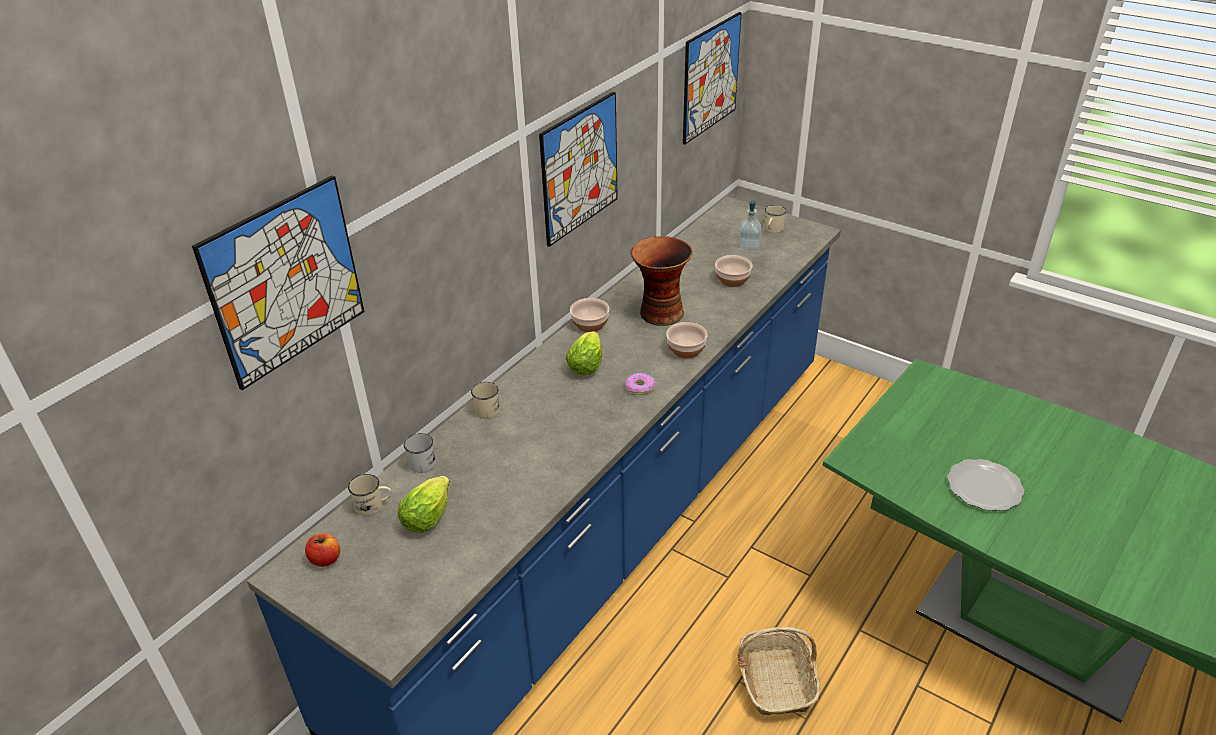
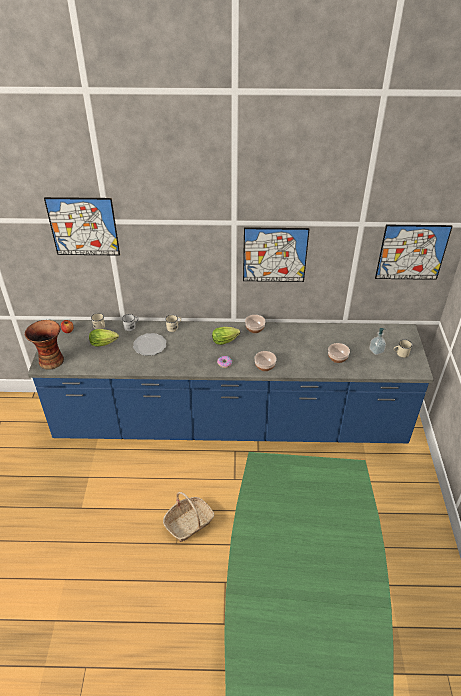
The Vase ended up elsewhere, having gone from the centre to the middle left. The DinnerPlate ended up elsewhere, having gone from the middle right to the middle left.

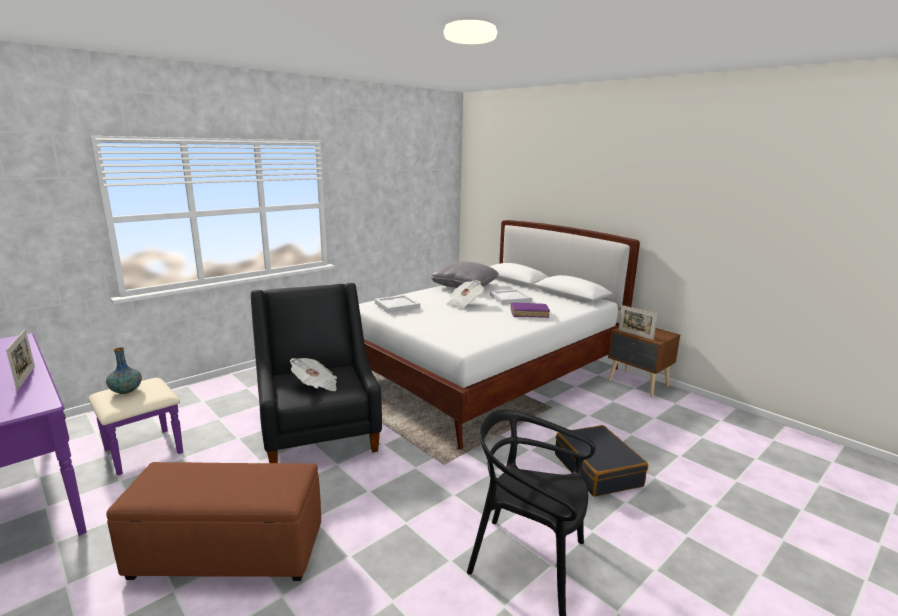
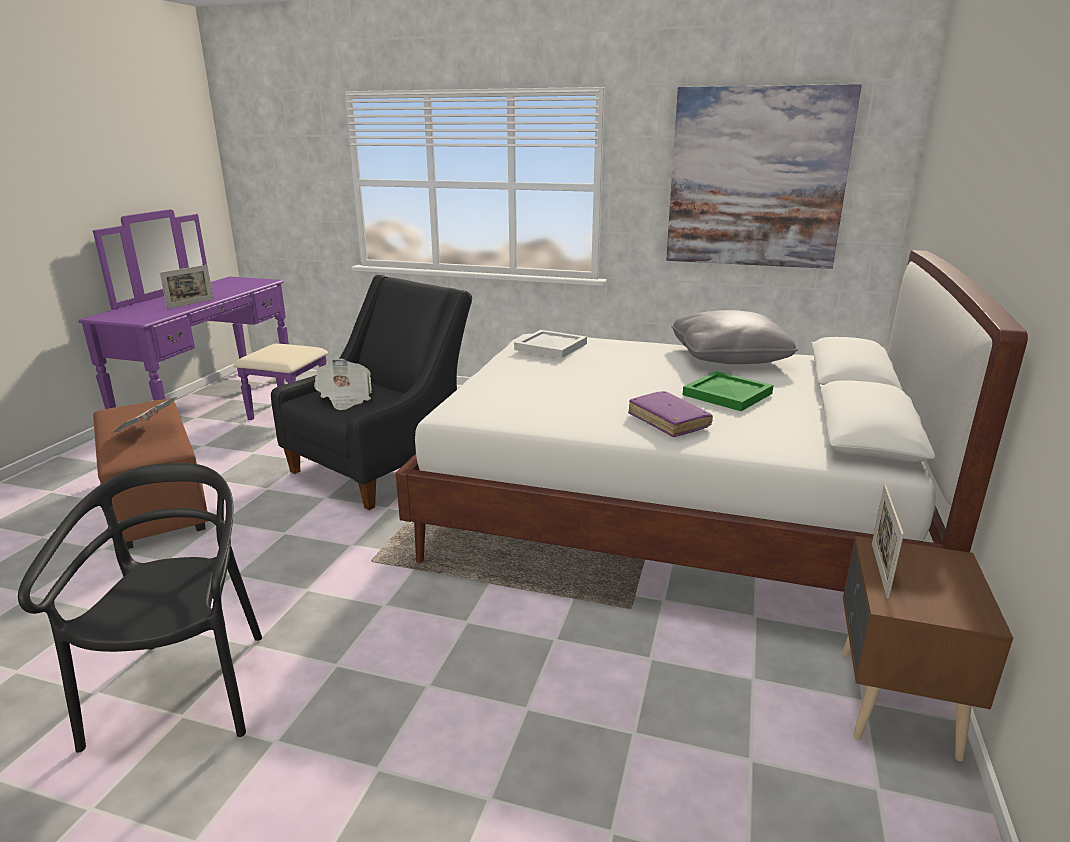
The DailyPaper (no. 2 from left in the first image) ended up elsewhere, having gone from the centre to the middle left. The second view gained the WallArt at the top right. What was the WhiteTray (no. 2 from left) at the centre turned into the GreenTray at the middle right. The second view lost the Vase at the middle left. The second view lost the BlackishTravelCase at the bottom right.

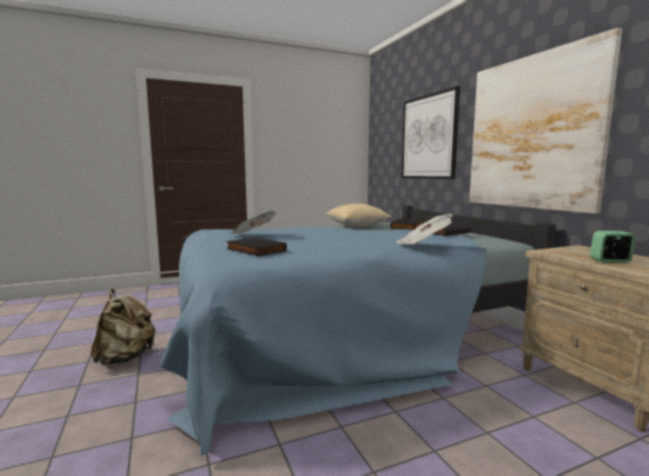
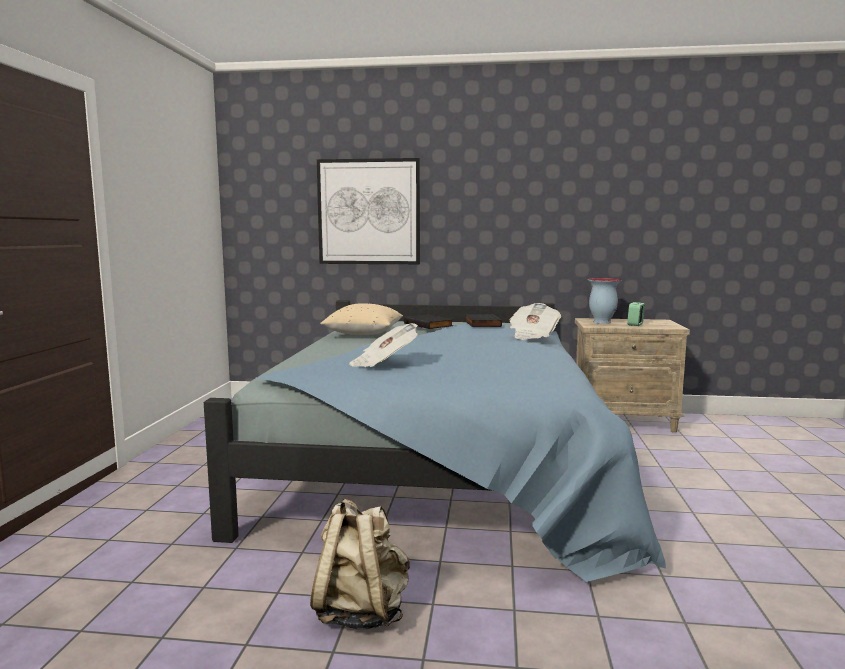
The second view gained the Vase at the middle right. The second view lost the BlackishVolume (no. 1 from left) at the centre. The second view lost the WallArt (no. 2 from left) at the top right.

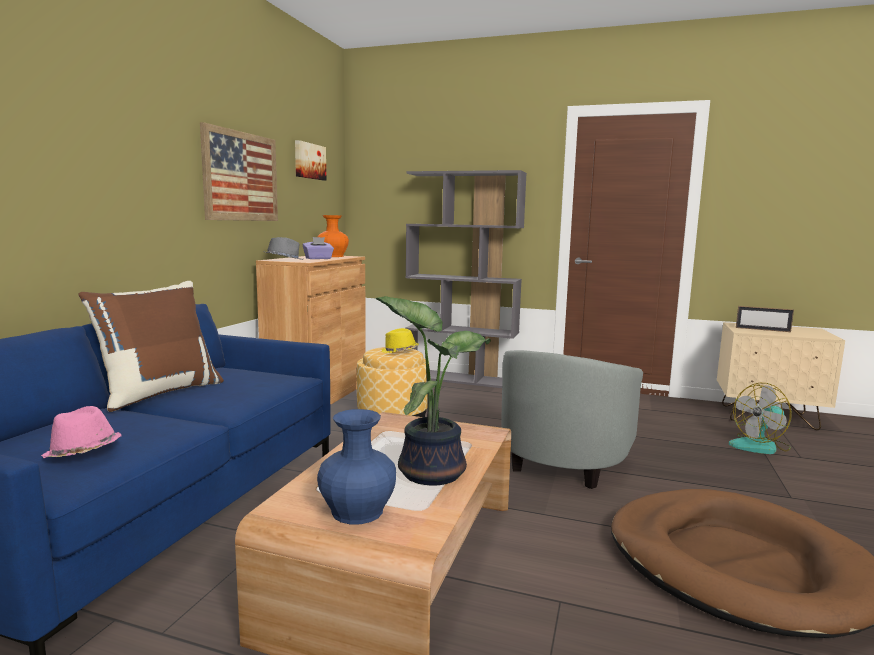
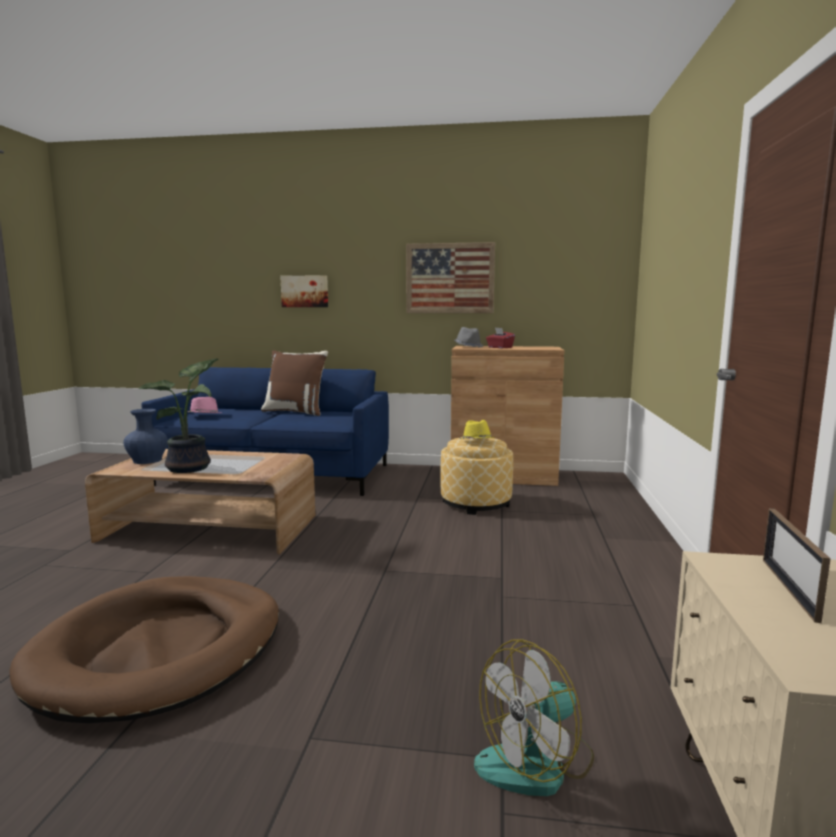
The WallArt (no. 2 from left in the first image) ended up elsewhere, having gone from the top centre to the centre. The ElectricFan at the middle right ended up facing another way, 90 degrees counterclockwise from before. What was the PurplishTissueHolder at the centre turned into the RedColouredTissueHolder at the centre. The second view lost the OrangeVase at the centre. The second view lost the GreyBookshelf at the centre. The second view lost the GreyArmchair at the centre.

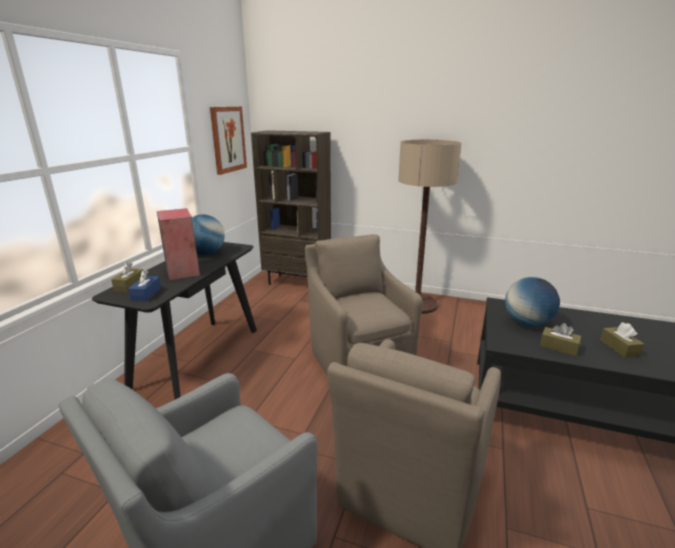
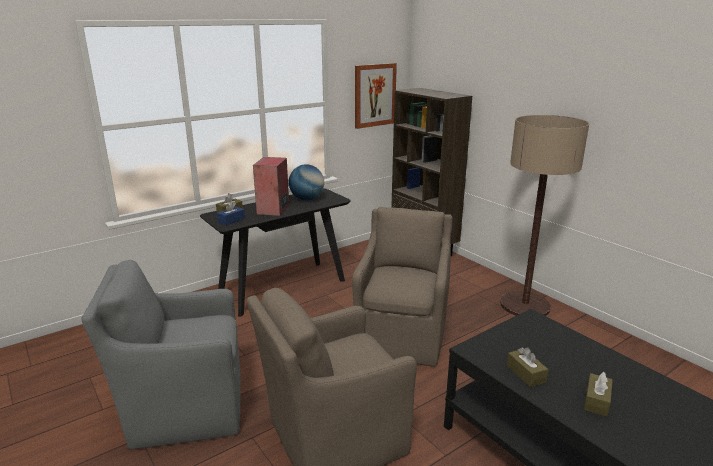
The second view lost the Globe (no. 2 from left) at the middle right.

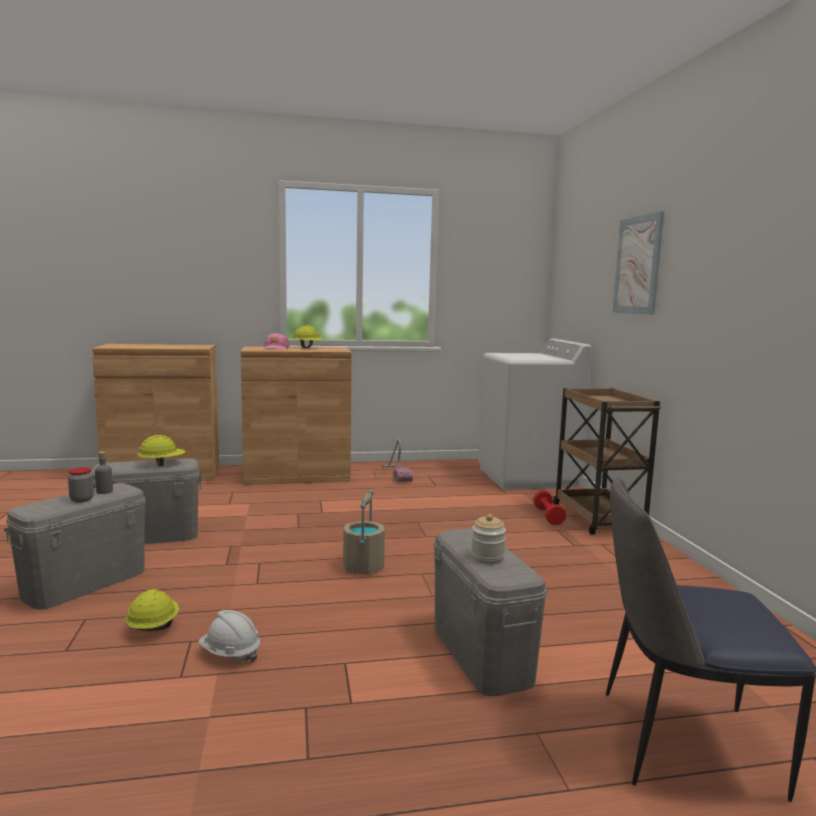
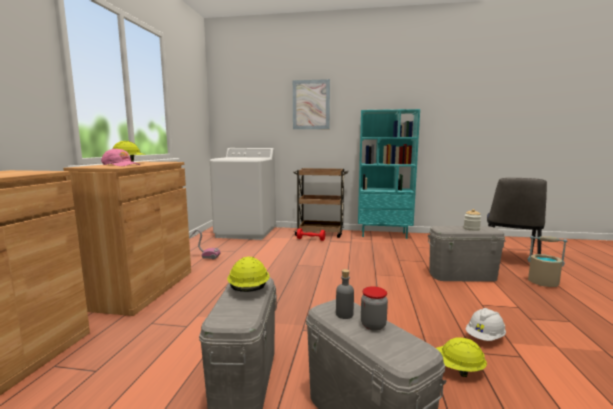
The second view gained the TurquoiseColouredBookshelf at the centre. The SandColouredPail ended up elsewhere, having gone from the centre to the middle right.

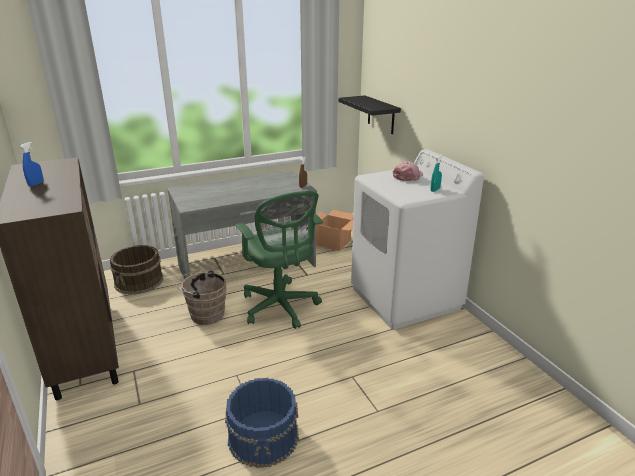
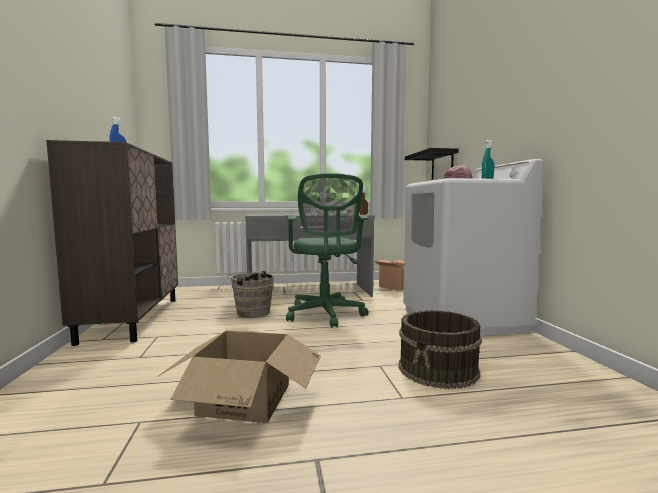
Where the BluishPail stood at the bottom centre, the CardboardBox (no. 1 from left) came to stand at the bottom centre. The BrownPail (no. 1 from left in the first image) ended up elsewhere, having gone from the middle left to the bottom right.

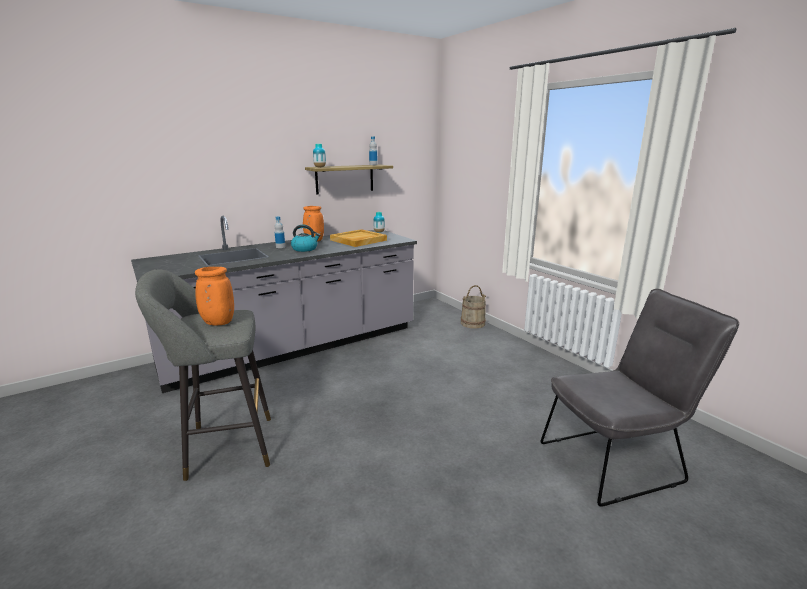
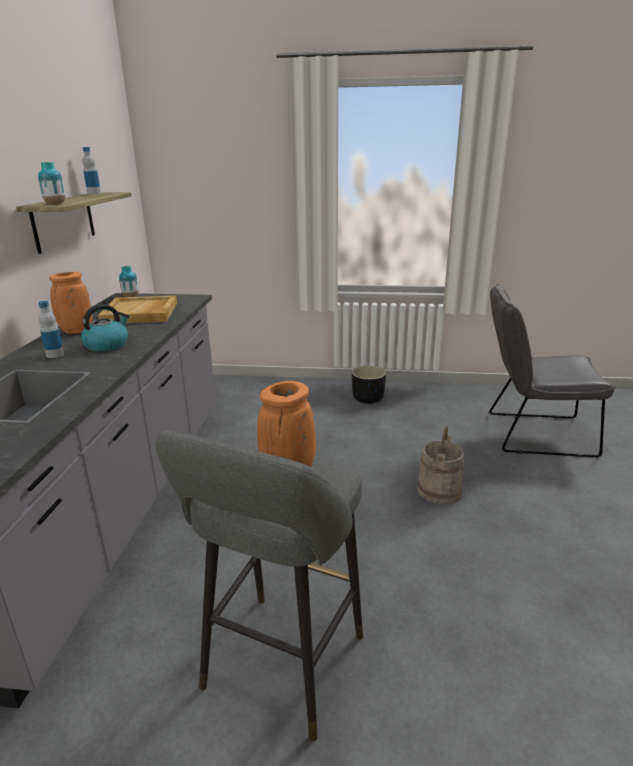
The second view gained the BlackishFlowerPot at the centre. The SandColouredPail ended up elsewhere, having gone from the centre to the middle right. The GreyUprightChair at the bottom right ended up facing another way, 105 degrees counterclockwise from before.

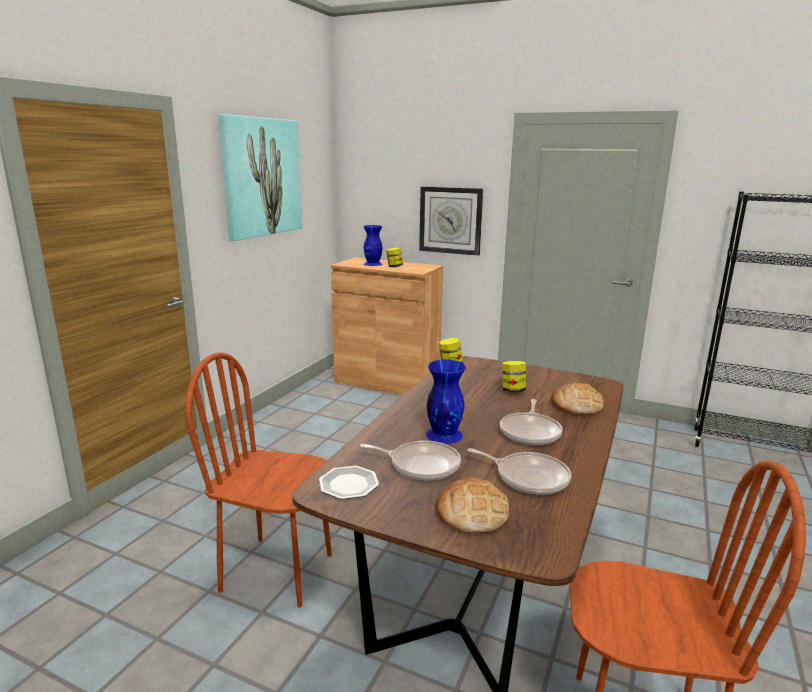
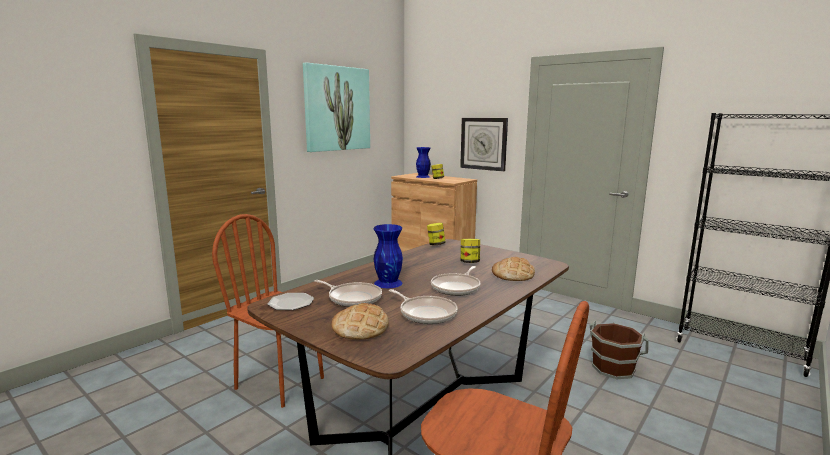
The second view gained the BrownPail at the bottom right.

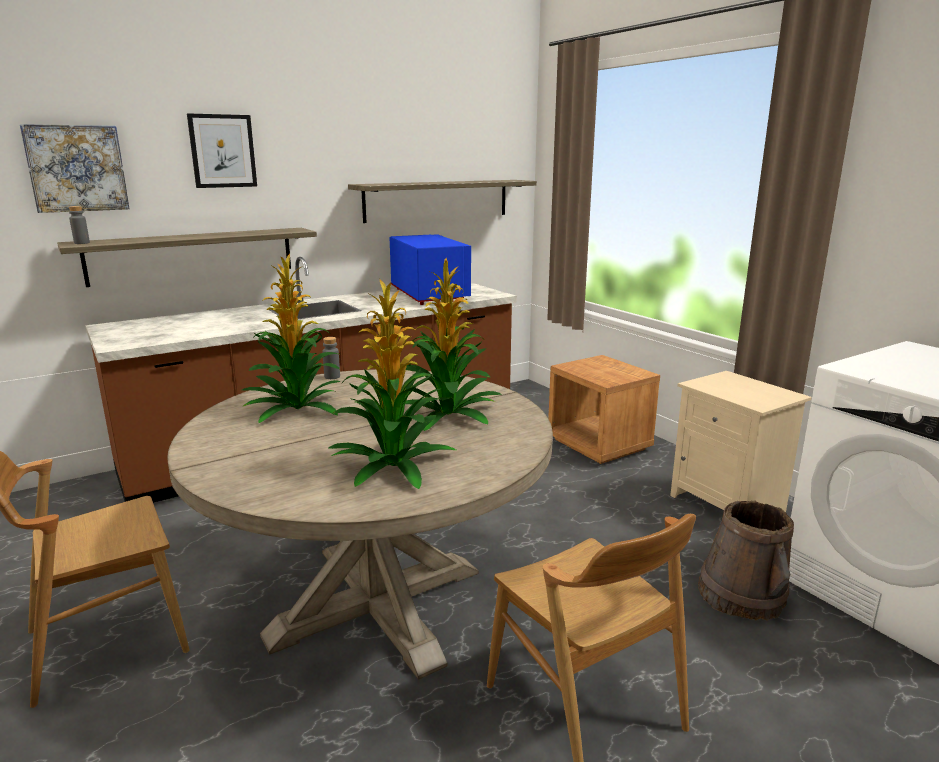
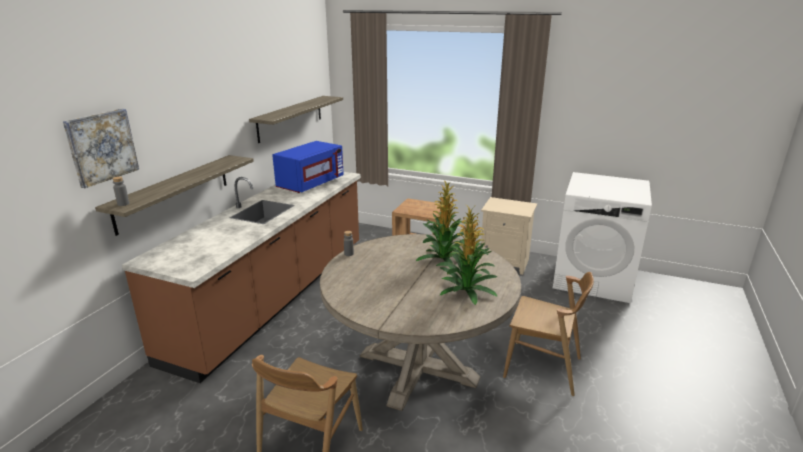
The BluishMicrowaveOven at the centre ended up facing another way, 90 degrees clockwise from before. The second view lost the WallArt (no. 2 from left) at the top left. The second view lost the PlantInAPot (no. 1 from left) at the middle left. The second view lost the BrownPail at the bottom right.

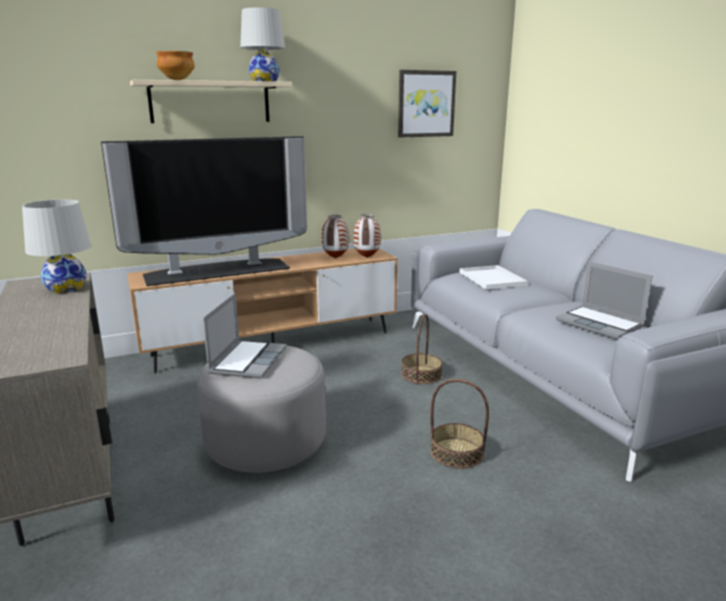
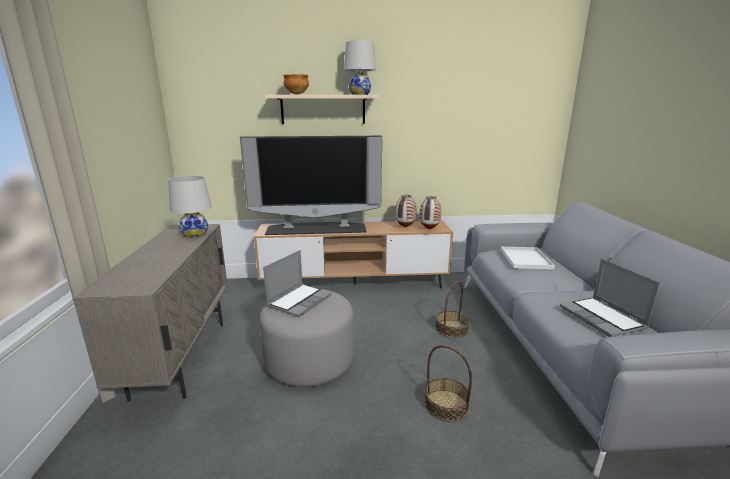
The second view lost the WallArt at the top centre.

